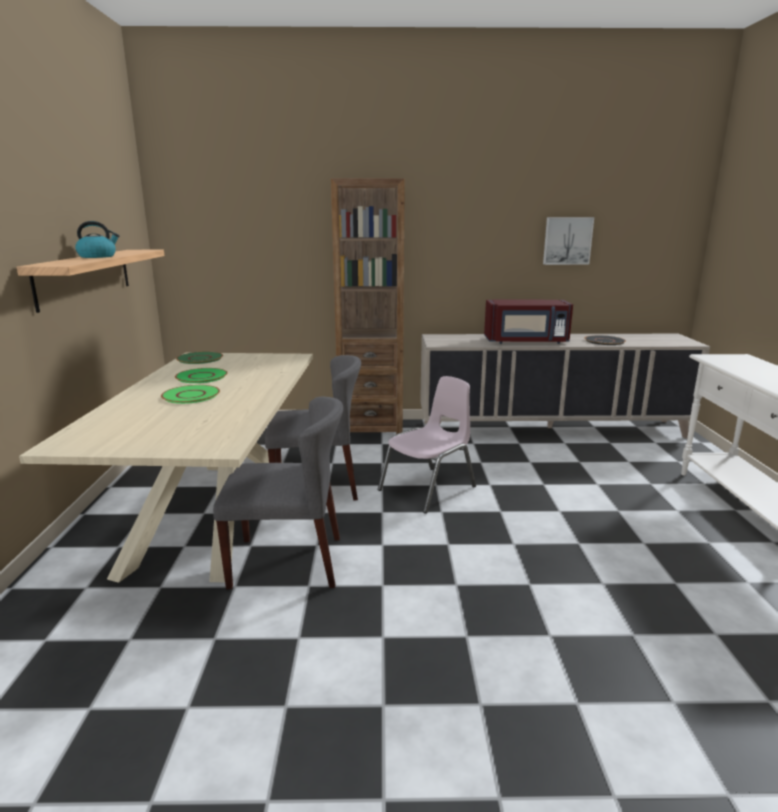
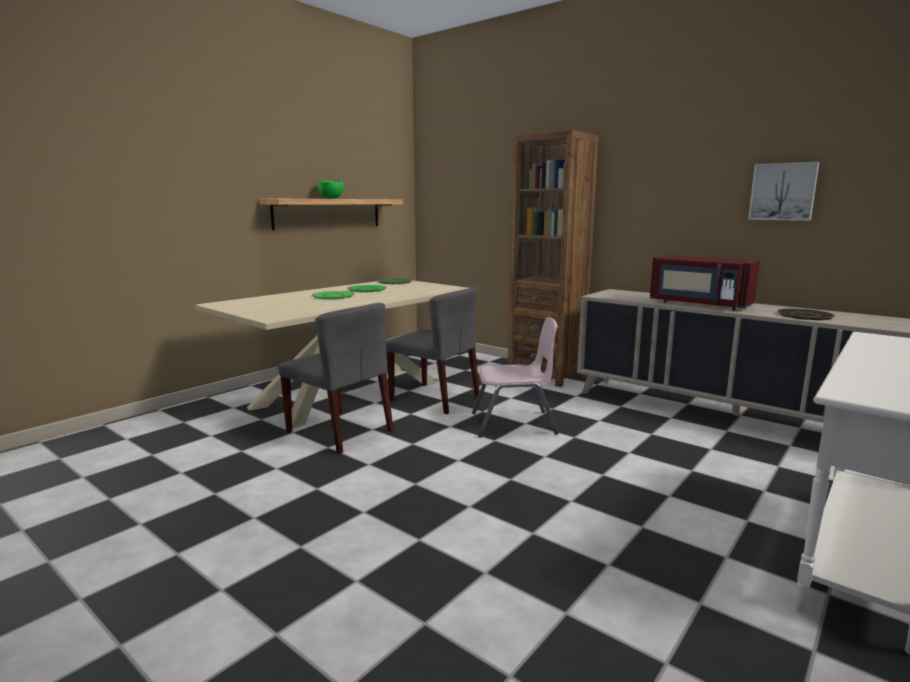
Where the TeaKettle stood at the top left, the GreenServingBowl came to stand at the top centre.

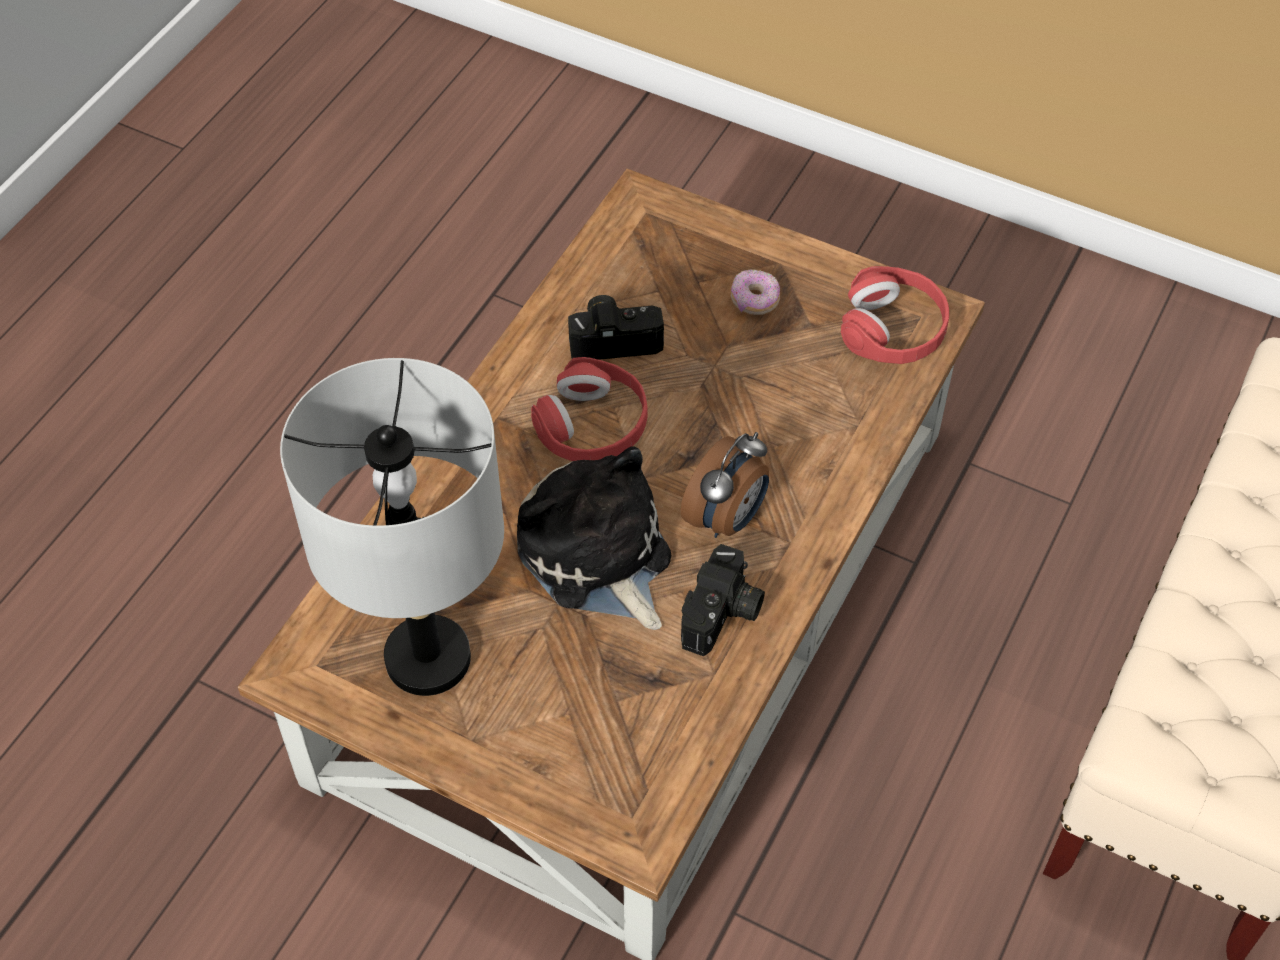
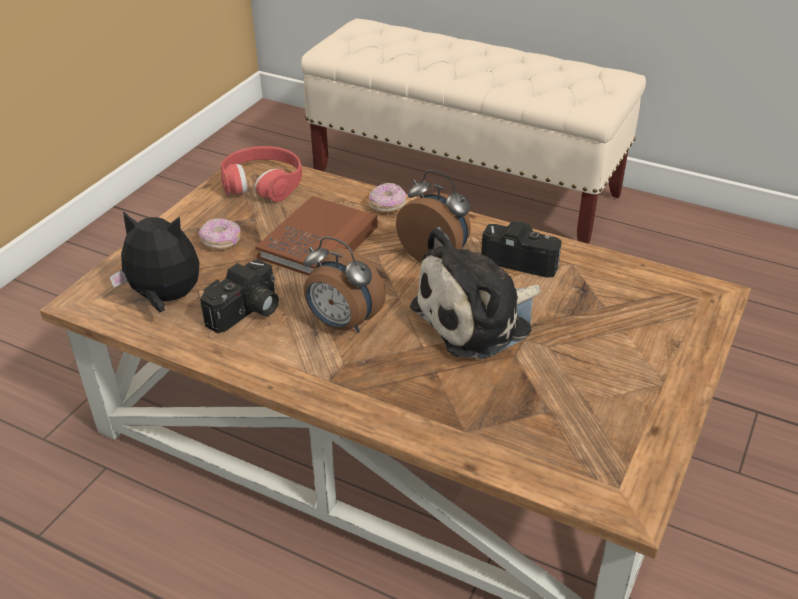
The second view gained the CuddlyToy (no. 1 from left) at the middle left. The PhotoCamera (no. 1 from left) at the centre ended up facing another way, 135 degrees counterclockwise from before. The second view gained the BrownVolume at the centre. Where the RedColouredHeadset (no. 1 from left) stood at the centre, the TableClock (no. 1 from left) came to stand at the centre. The second view gained the Donut (no. 2 from left) at the top centre. The second view lost the GreyTableLamp at the middle left.

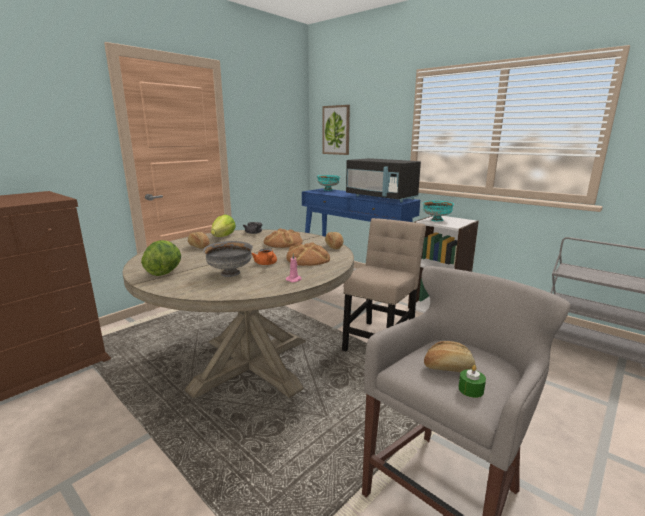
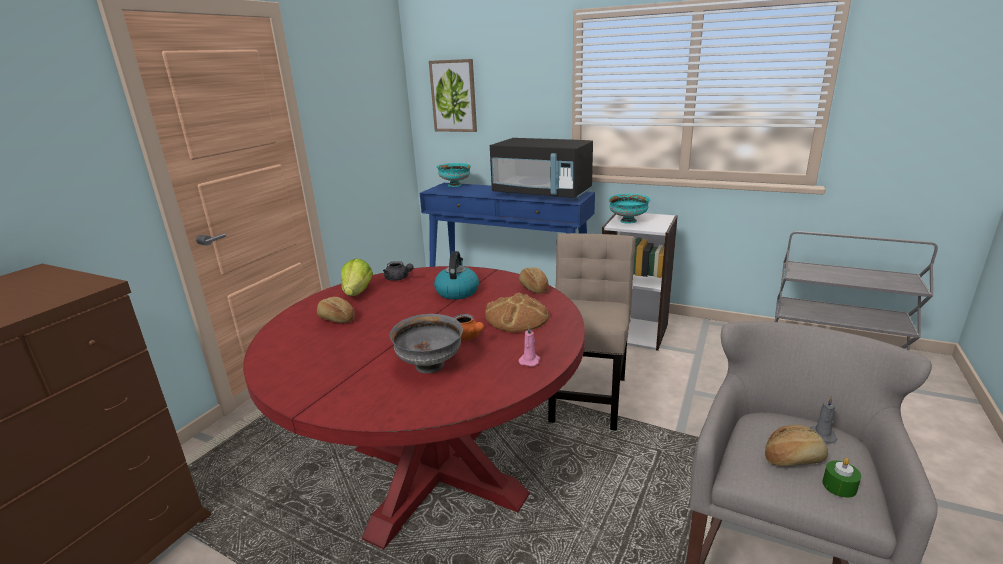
What was the SandColouredDiningTable at the centre turned into the RedColouredDiningTable at the bottom centre. Where the Bread (no. 2 from left) stood at the centre, the TeaKettle came to stand at the centre. The second view gained the GreyCandle at the bottom right. The second view lost the HeadOfLettuce (no. 1 from left) at the middle left.

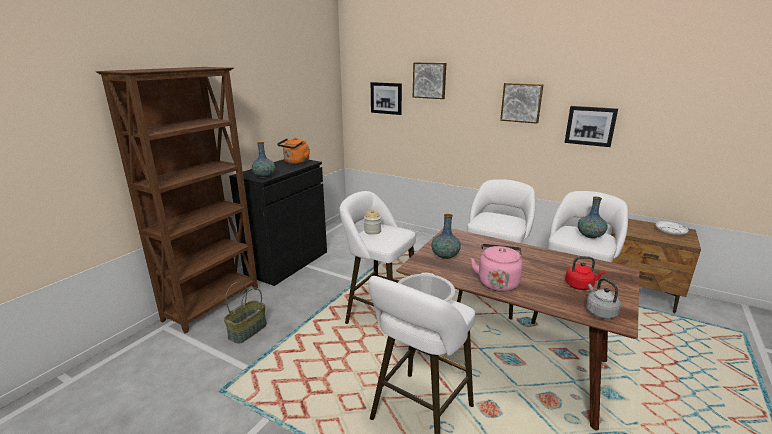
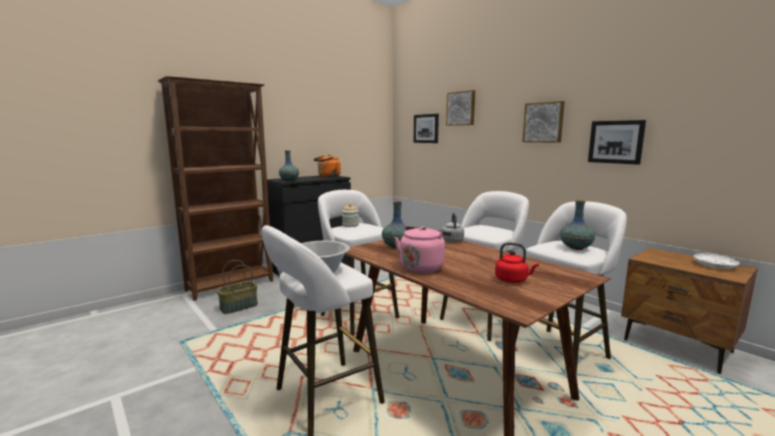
The GreyTeaKettle ended up elsewhere, having gone from the bottom right to the centre.

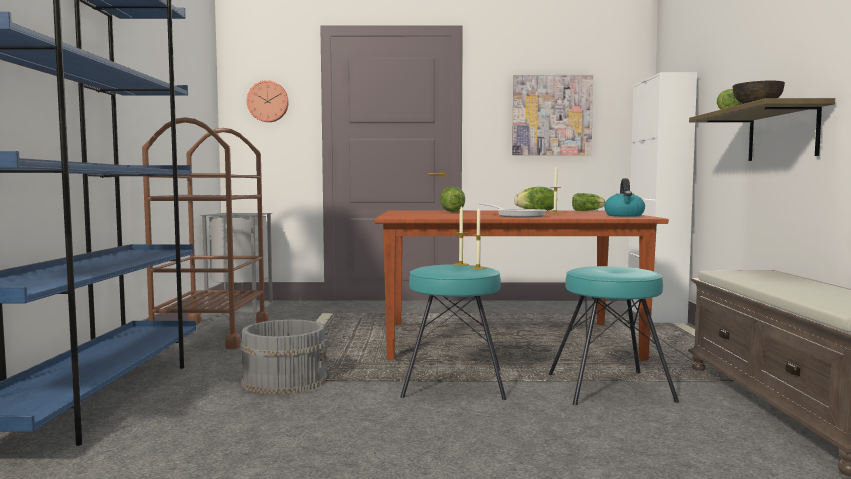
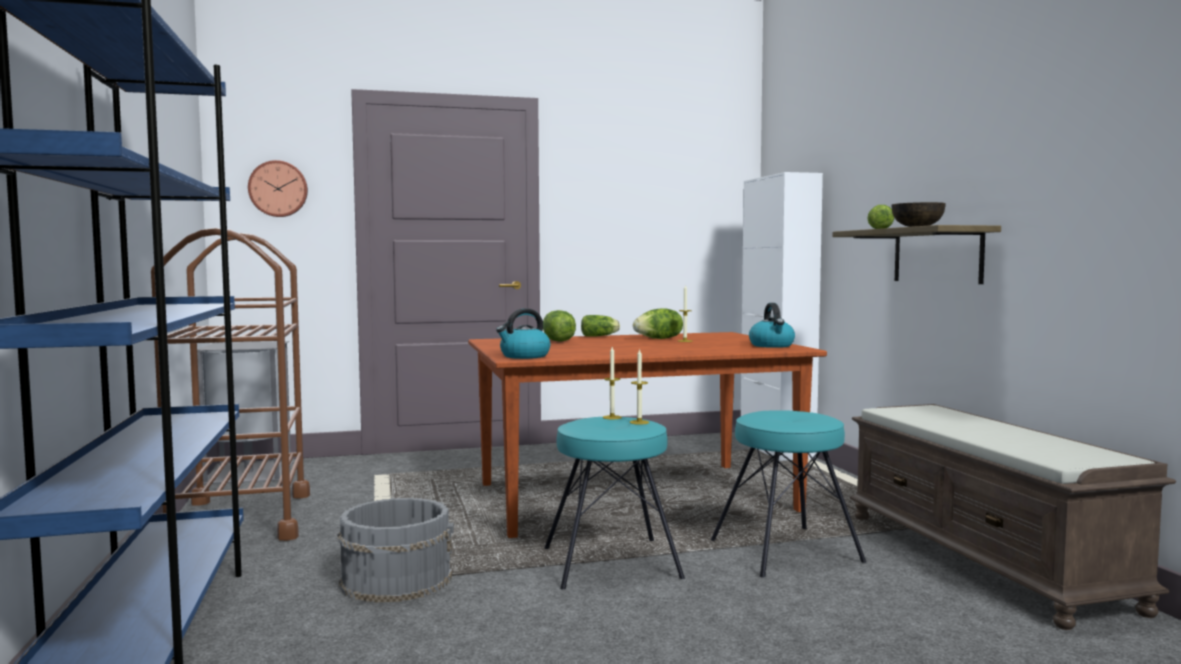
The second view gained the TeaKettle (no. 1 from left) at the centre. The HeadOfLettuce (no. 3 from left in the first image) ended up elsewhere, having gone from the middle right to the centre. The second view lost the Pan at the centre. The second view lost the WallArt at the top centre.

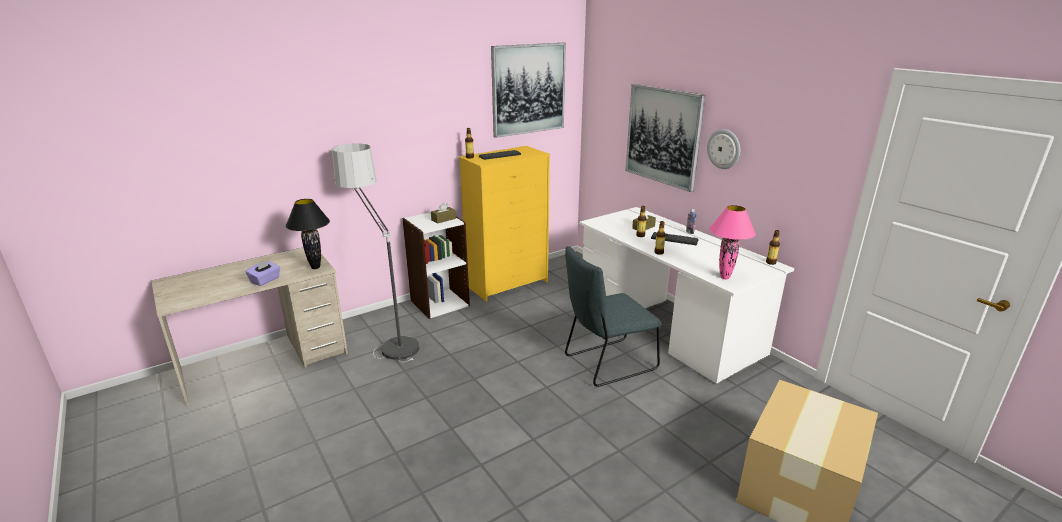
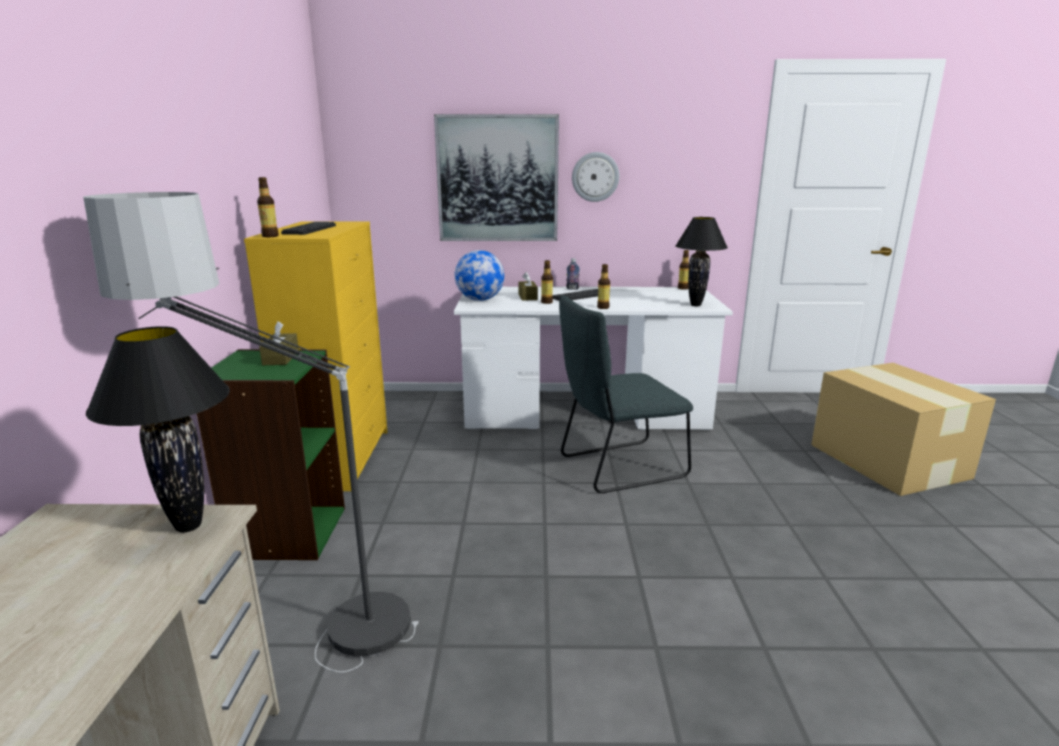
What was the WhiteBookshelf at the centre turned into the GreenBookshelf at the middle left. The second view gained the Globe at the centre. The GreyUprightChair at the centre ended up facing another way, 60 degrees clockwise from before. What was the PinkishTableLamp at the middle right turned into the BlackishTableLamp (no. 2 from left) at the centre. The second view lost the PurplishTissueHolder at the middle left. The second view lost the WallArt (no. 1 from left) at the top centre.

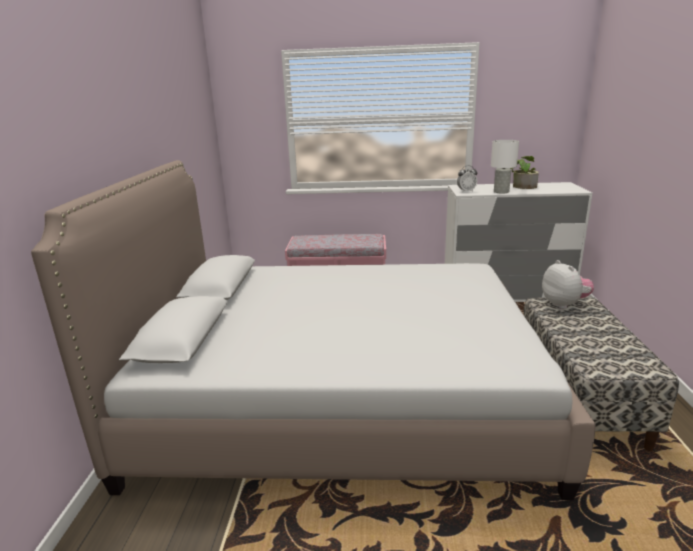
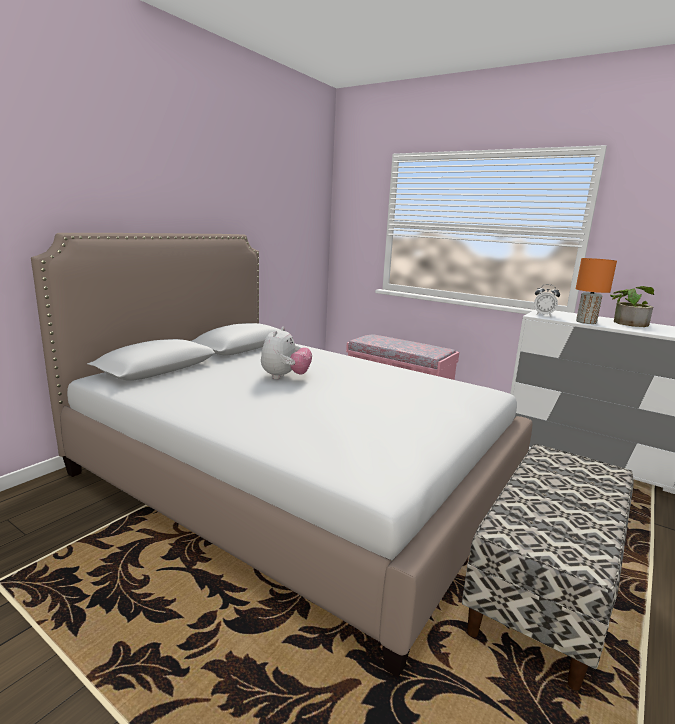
The CuddlyToy ended up elsewhere, having gone from the middle right to the centre. What was the WhiteTableLamp at the top right turned into the OrangeTableLamp at the middle right.

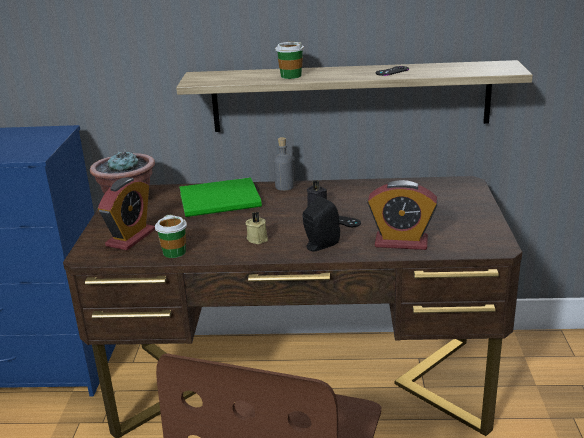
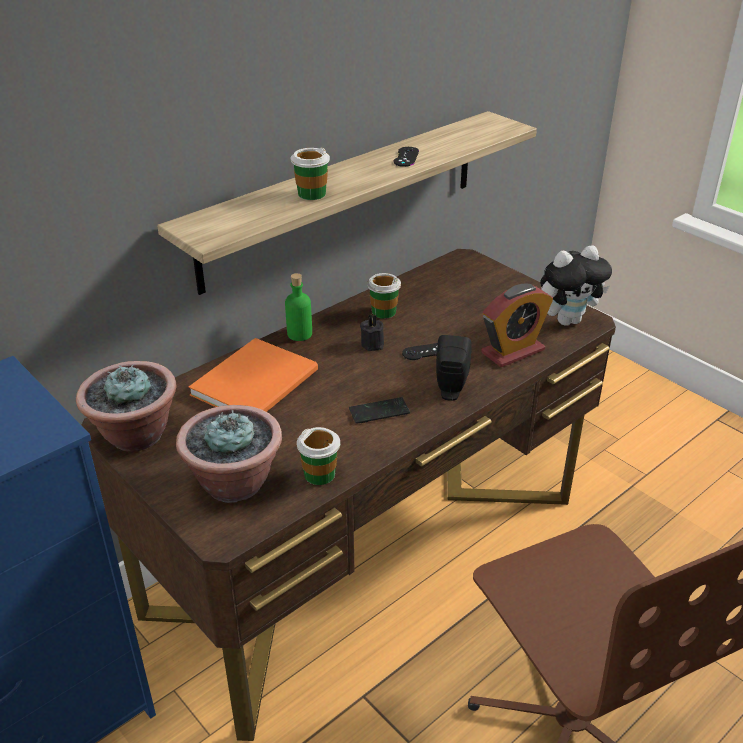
Where the TableClock (no. 1 from left) stood at the middle left, the PlantInAPot (no. 2 from left) came to stand at the middle left. What was the GreenVolume at the centre turned into the OrangeVolume at the centre. What was the GreyBeverageBottle at the centre turned into the GreenBeverageBottle at the centre. Where the SandColouredCandle stood at the centre, the Telephone came to stand at the centre. The second view gained the DrinkingCup (no. 3 from left) at the centre. The second view gained the CuddlyToy at the middle right.

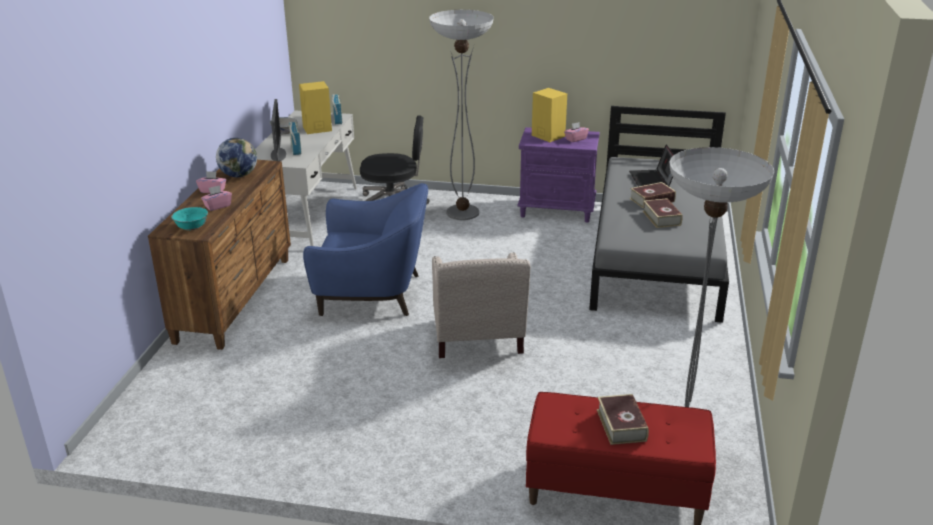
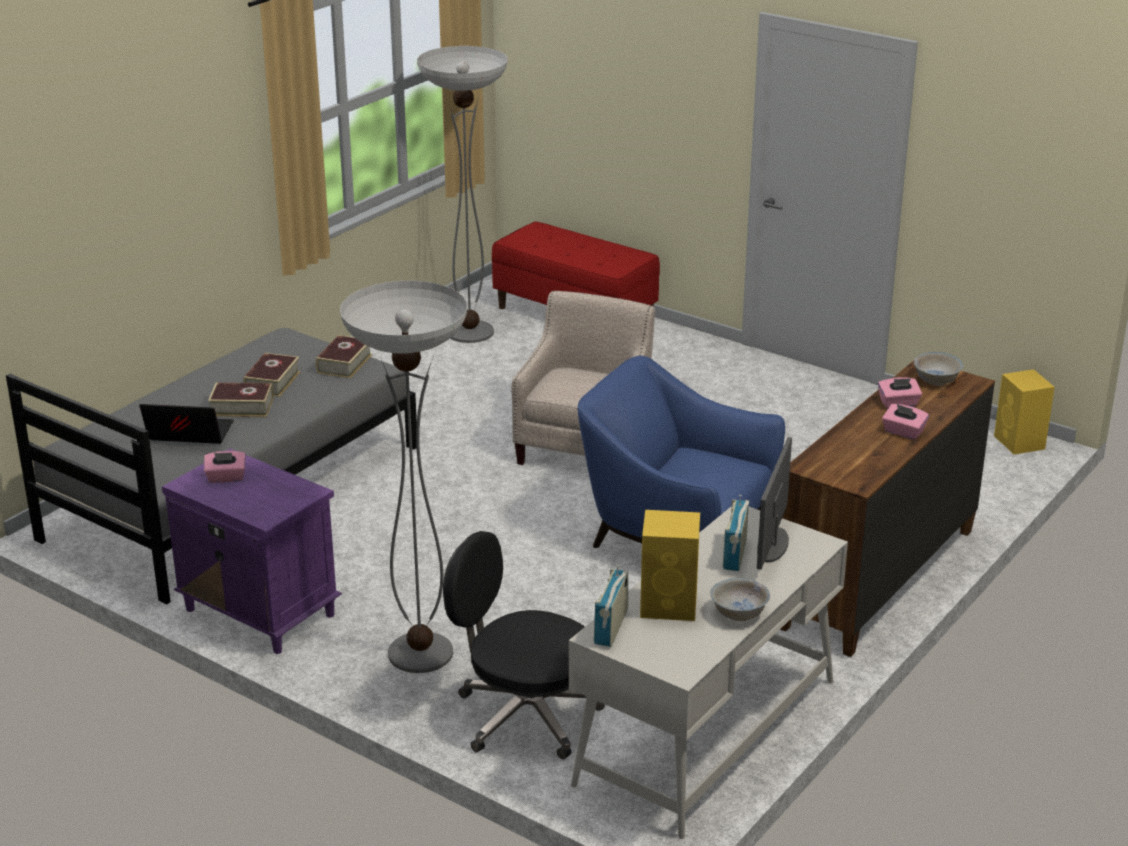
The PortableComputer at the top right ended up facing another way, 105 degrees counterclockwise from before. The Volume (no. 1 from left in the first image) ended up elsewhere, having gone from the bottom right to the middle left. What was the TurquoiseColouredServingBowl at the middle left turned into the WhiteServingBowl (no. 2 from left) at the middle right. The YellowColouredAudioSpeaker (no. 2 from left) ended up elsewhere, having gone from the top centre to the middle right. The second view lost the Globe at the top left.

